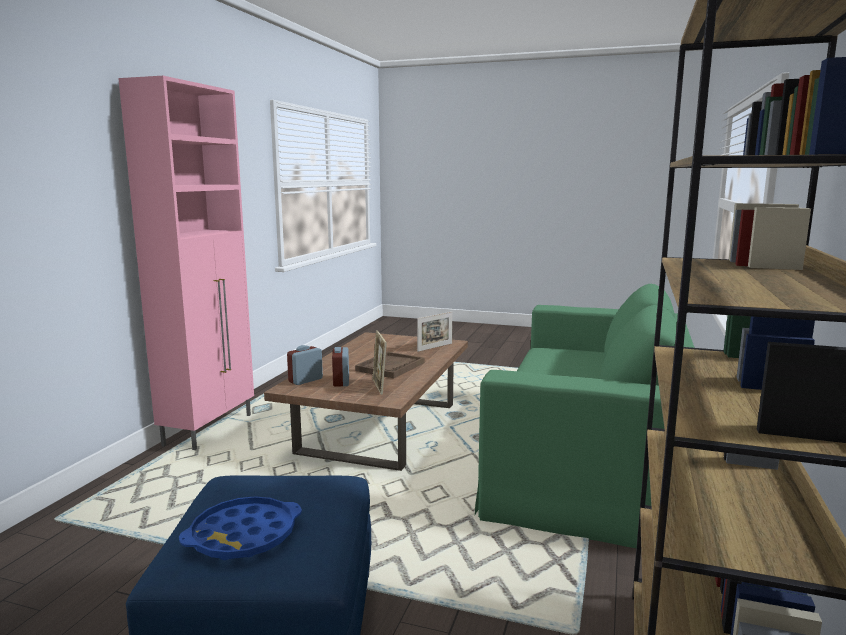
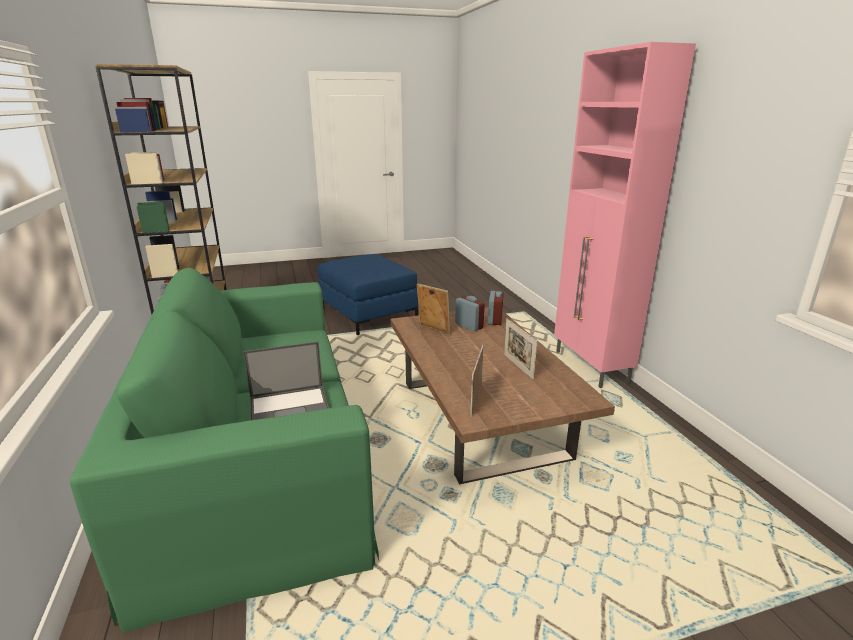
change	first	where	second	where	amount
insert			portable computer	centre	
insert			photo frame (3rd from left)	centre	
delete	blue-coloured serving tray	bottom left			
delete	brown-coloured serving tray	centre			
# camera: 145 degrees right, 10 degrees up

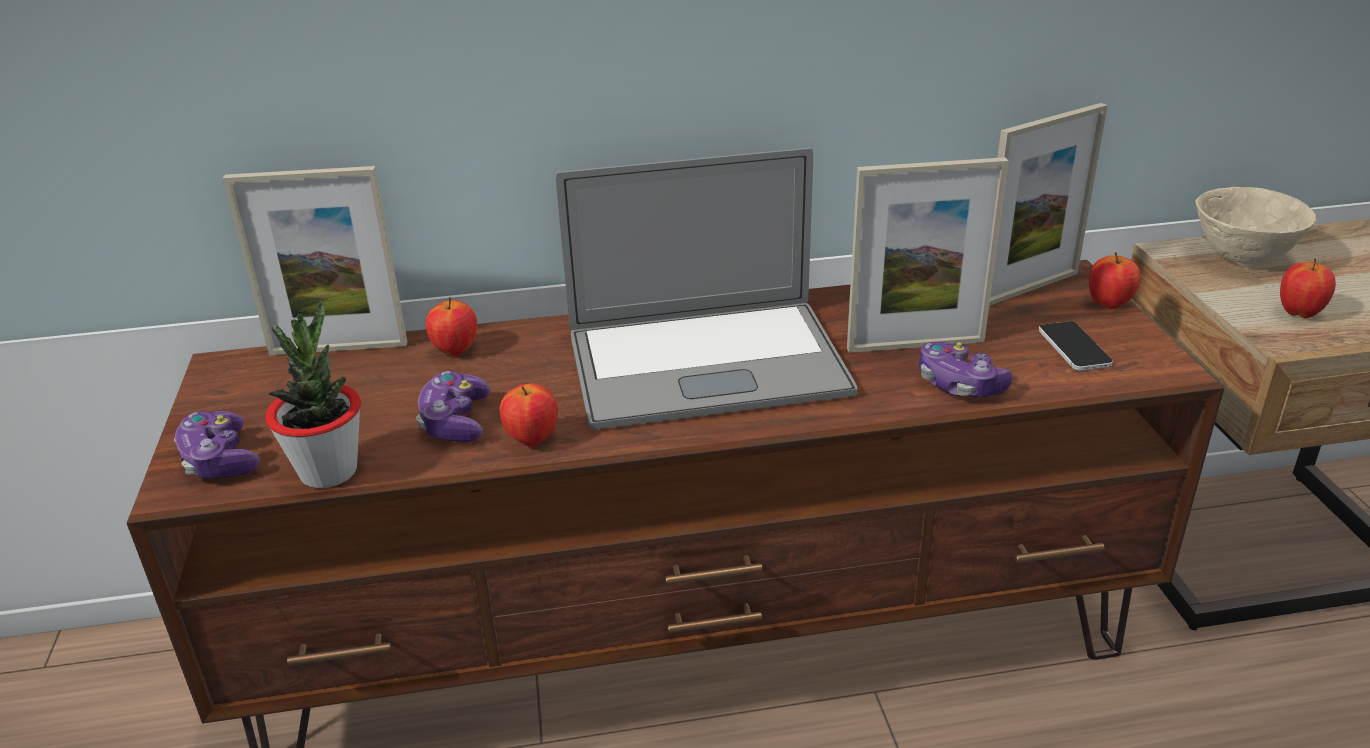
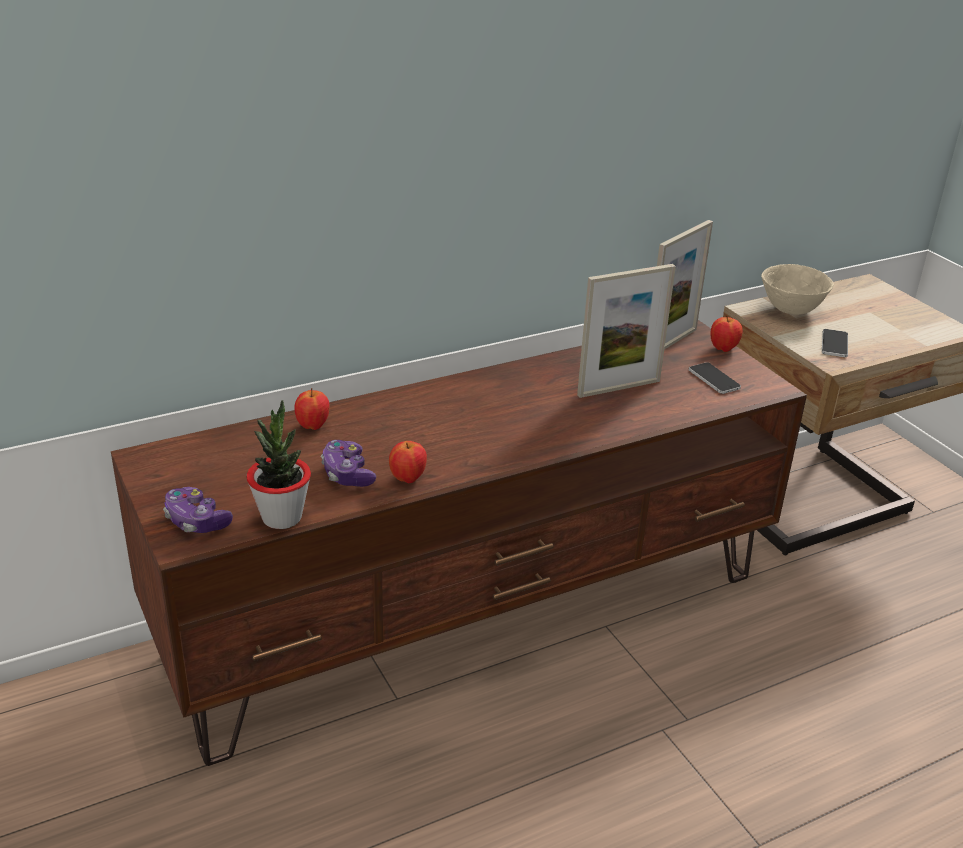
change	first	where	second	where	amount
replace	whole apple (4th from left)	middle right	telephone (2nd from left)	middle right	
delete	photo frame (1st from left)	middle left			
delete	portable computer	centre			
delete	game controller (3rd from left)	middle right			
# camera: 20 degrees left, 0 degrees up

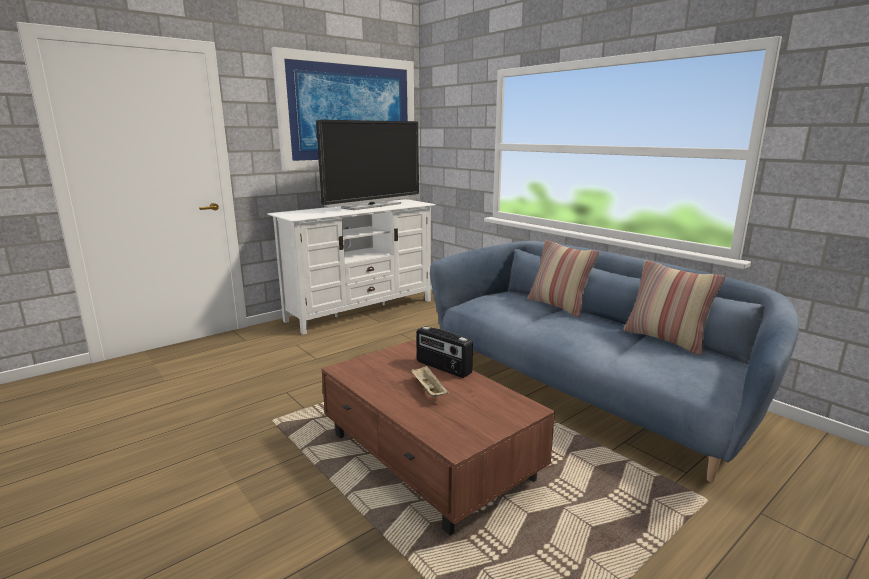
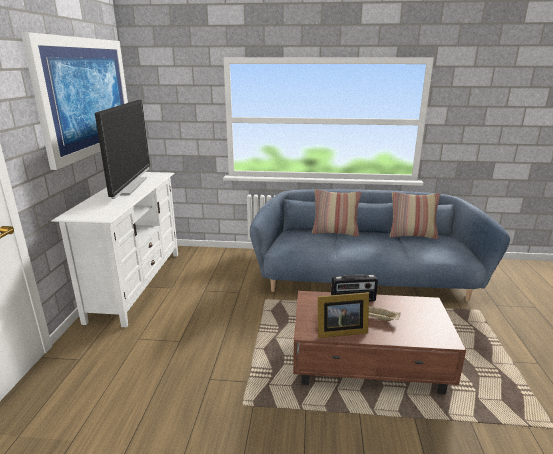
change	first	where	second	where	amount
insert			photo frame	bottom centre	
# camera: 45 degrees left, 5 degrees up

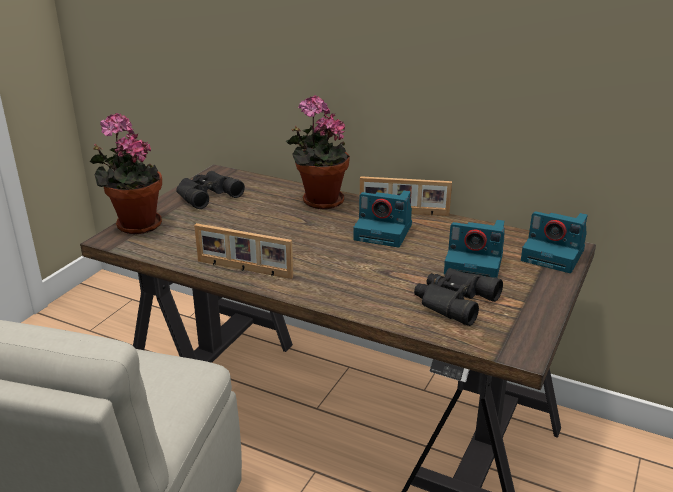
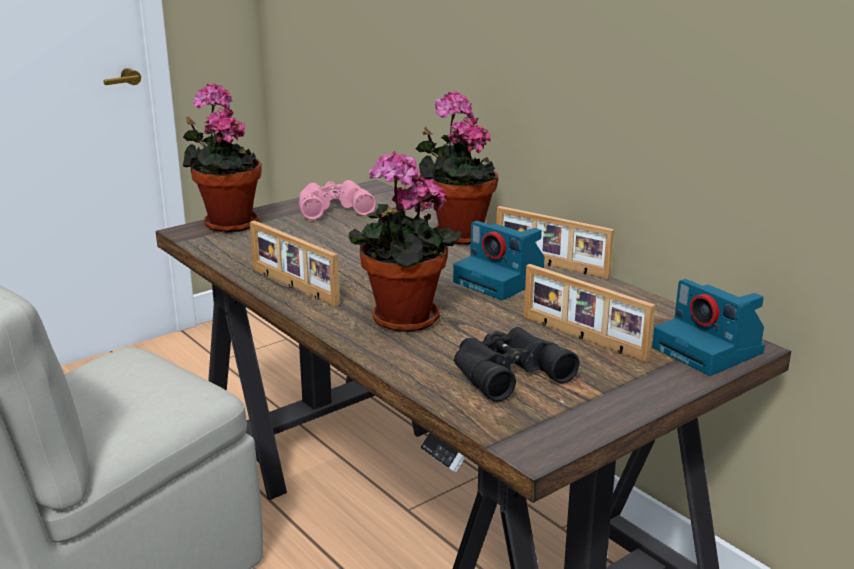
change	first	where	second	where	amount
recolor	black field glasses (1st from left)	middle left	pink-coloured field glasses	centre	
insert			houseplant (2nd from left)	centre	
replace	still camera (2nd from left)	middle right	photo frame (3rd from left)	middle right	
# camera: 25 degrees right, 5 degrees down

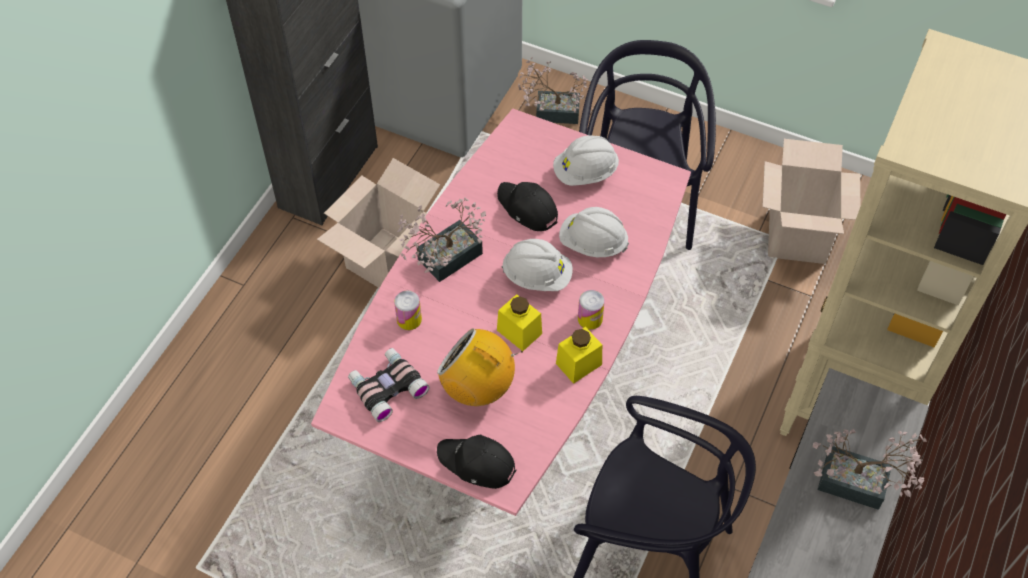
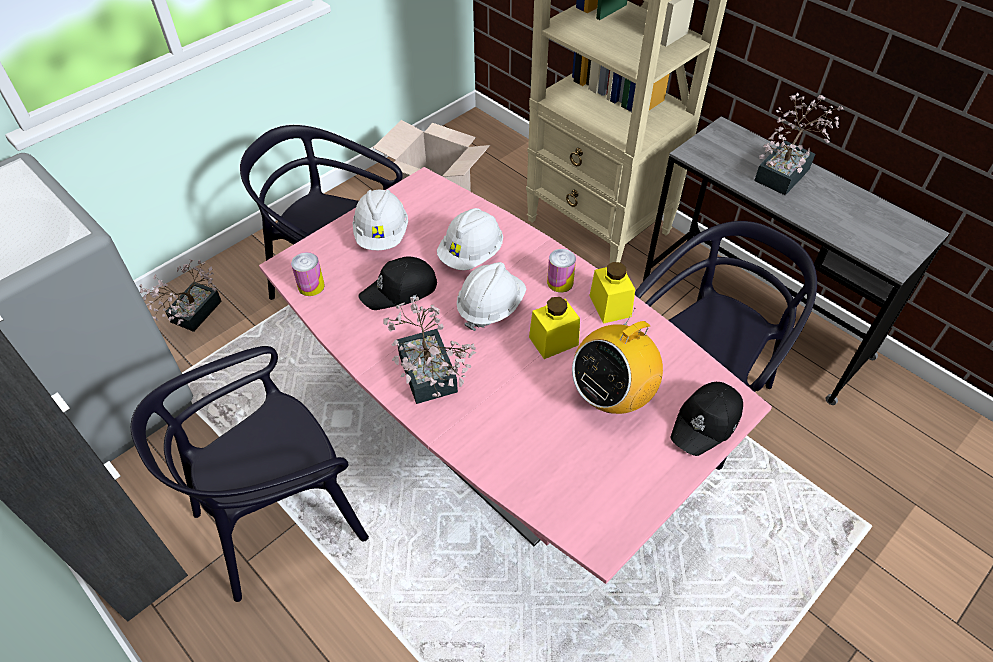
change	first	where	second	where	amount
replace	cardboard box (1st from left)	centre	black plain chair (1st from left)	bottom left	
move	sealed can (1st from left)	centre		middle left	
delete	field glasses	centre			
# camera: 70 degrees left, 5 degrees down

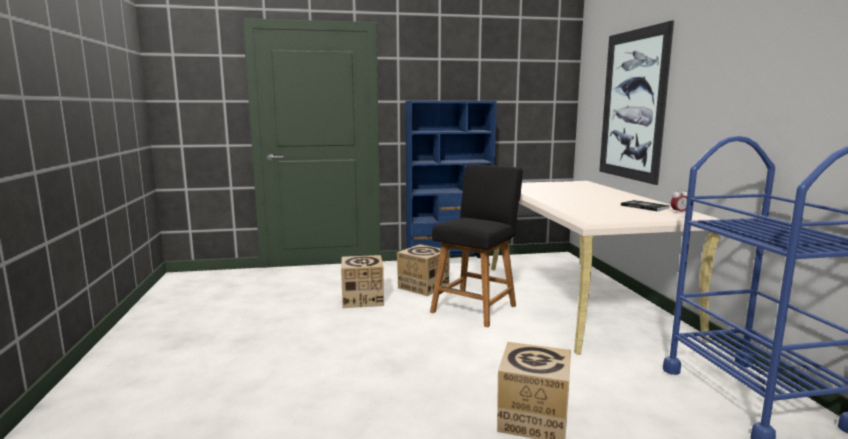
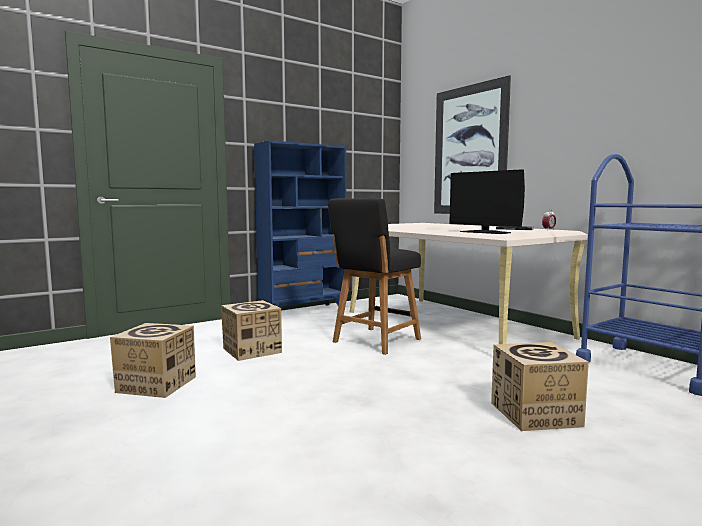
change	first	where	second	where	amount
move	cardboard box (2nd from left in the first image)	centre	cardboard box (1st from left)	bottom left	
rotate	black plain chair	centre		centre	150 degrees counterclockwise
insert			monitor	middle right	
# camera: 25 degrees left, 5 degrees down

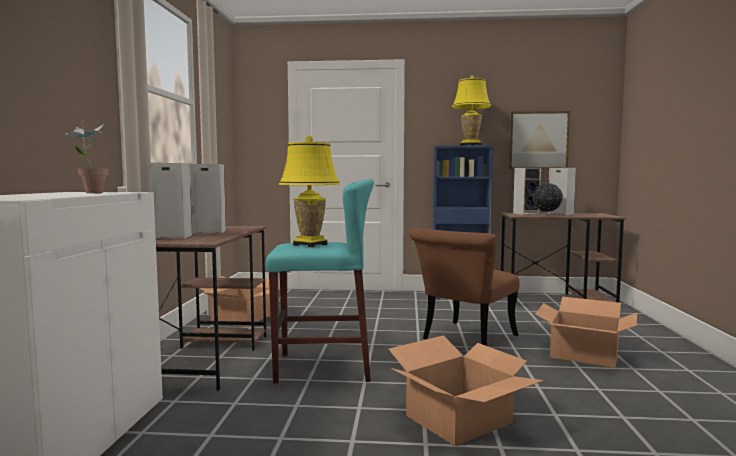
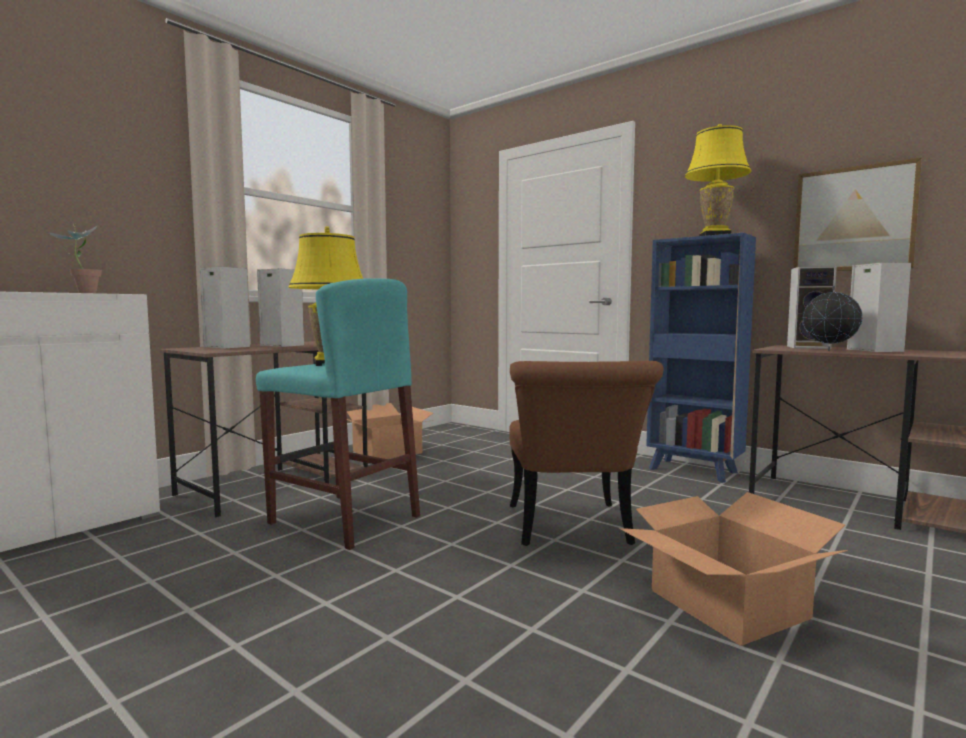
change	first	where	second	where	amount
rotate	brown-coloured plain chair	centre		centre	75 degrees counterclockwise
delete	cardboard box (2nd from left)	bottom centre			
# camera: 35 degrees right, 0 degrees up

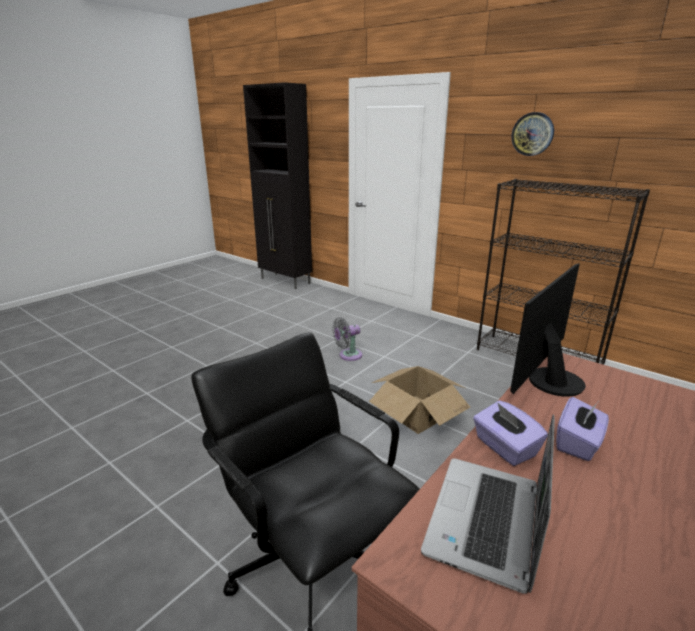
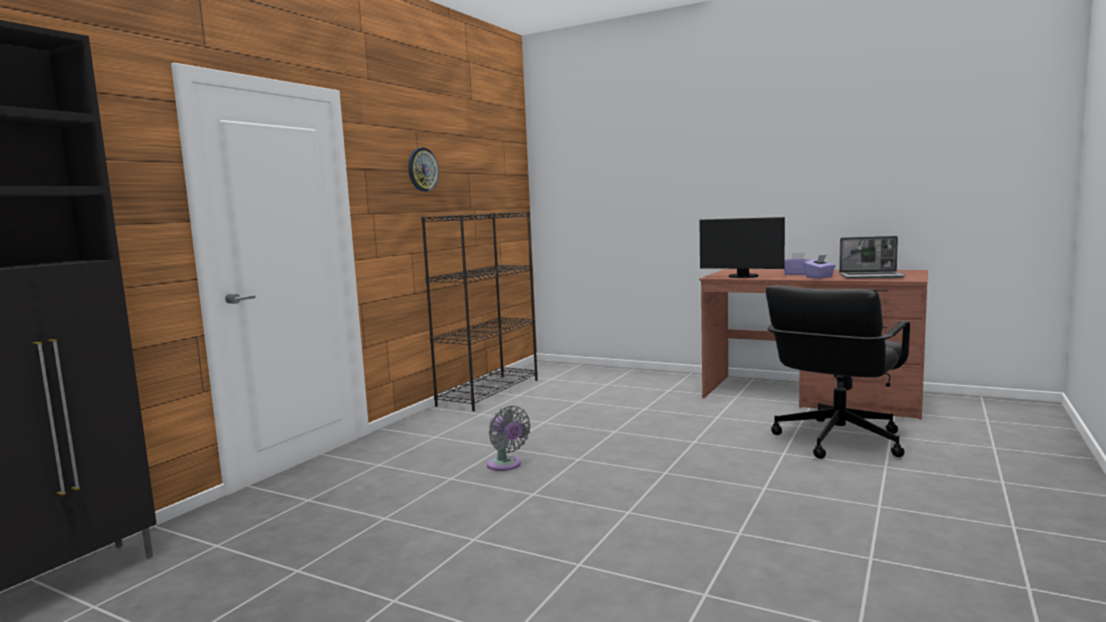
change	first	where	second	where	amount
delete	cardboard box	centre			
# camera: 100 degrees left, 15 degrees down

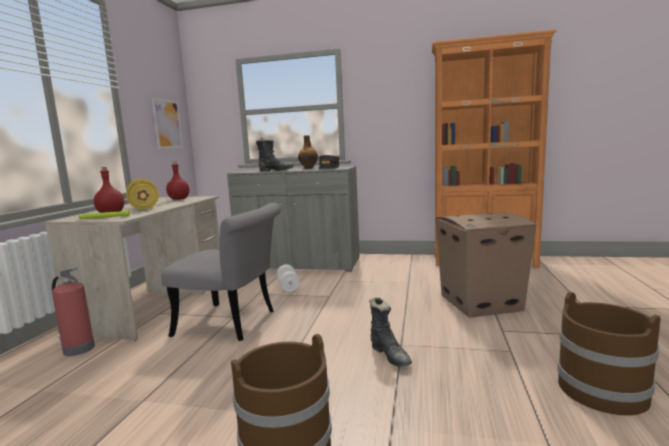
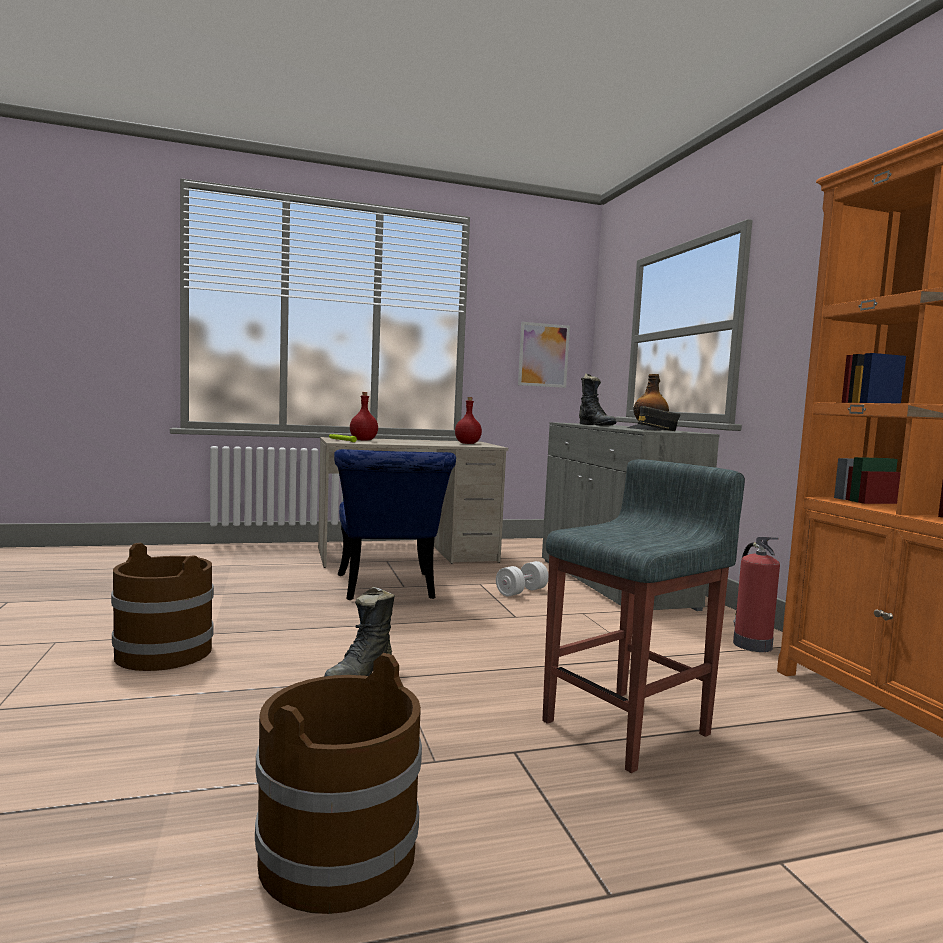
change	first	where	second	where	amount
recolor	greyish plain chair	middle left	blue-coloured plain chair	centre	
replace	cardboard box	middle right	greyish stool	middle right	
move	extinguisher	bottom left		middle right	
delete	yellow-coloured free weight	middle left			
# camera: 60 degrees right, 5 degrees down

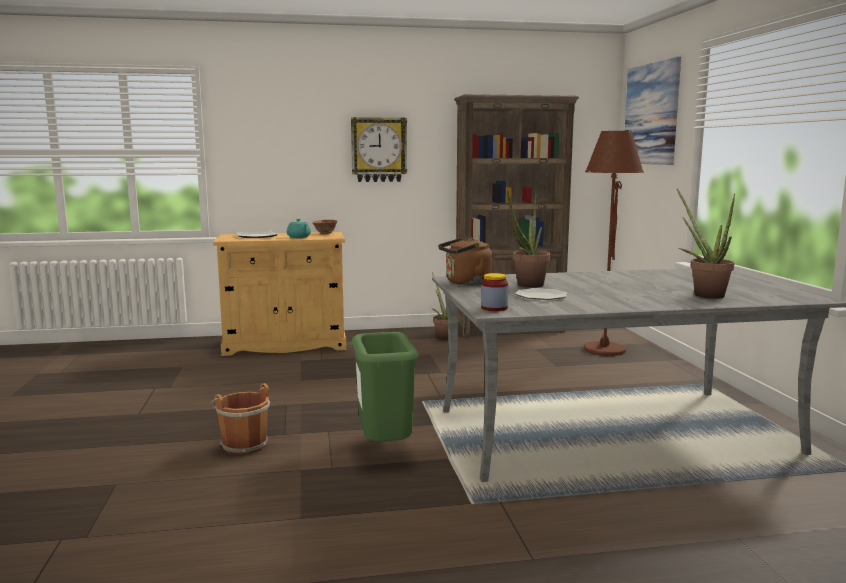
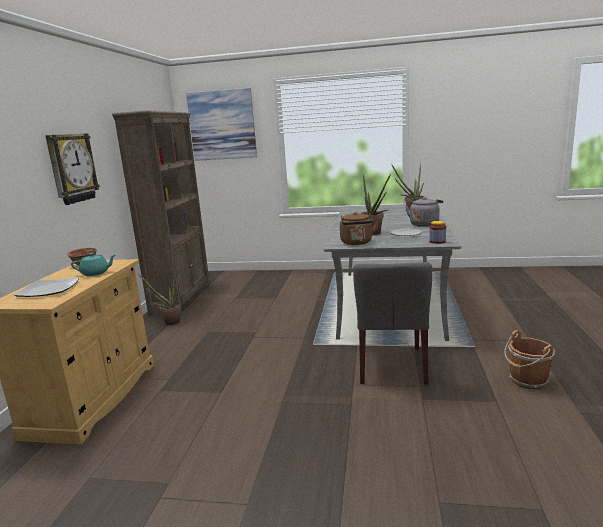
change	first	where	second	where	amount
replace	greenish waste bin	centre	greyish plain chair	centre	
insert			greyish water kettle	middle right	
move	brown-coloured bucket	bottom left		bottom right	
delete	brown-coloured floor lamp	middle right			
# camera: 70 degrees left, 5 degrees up

